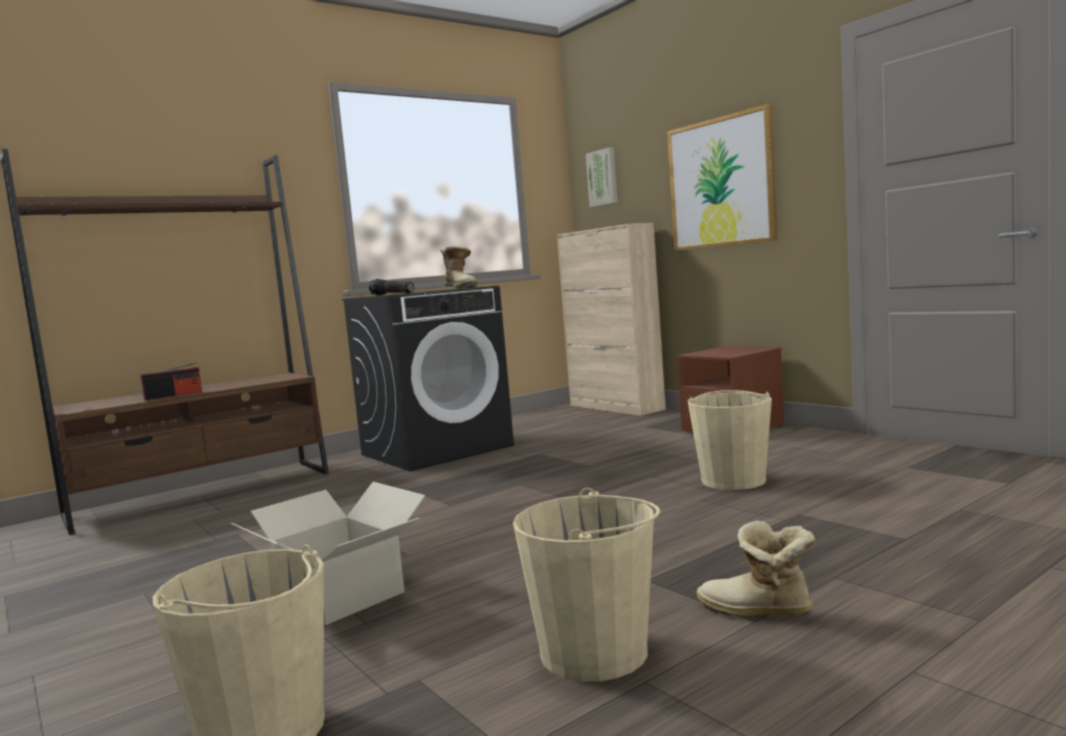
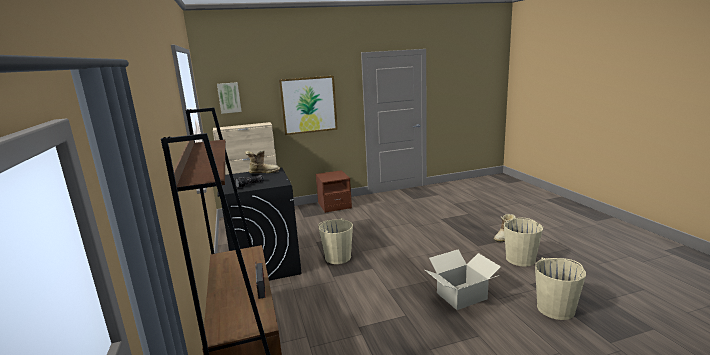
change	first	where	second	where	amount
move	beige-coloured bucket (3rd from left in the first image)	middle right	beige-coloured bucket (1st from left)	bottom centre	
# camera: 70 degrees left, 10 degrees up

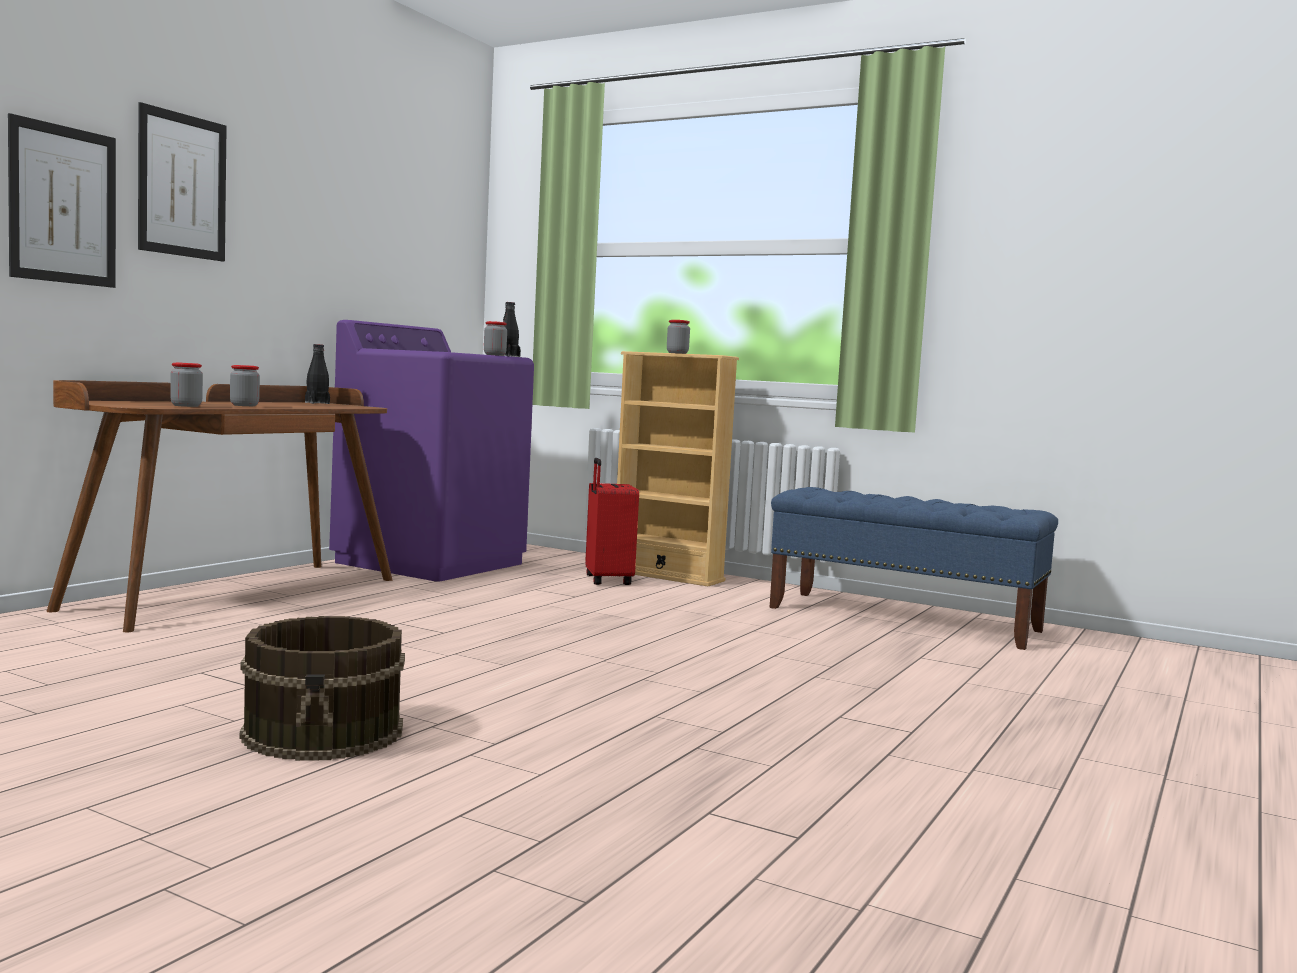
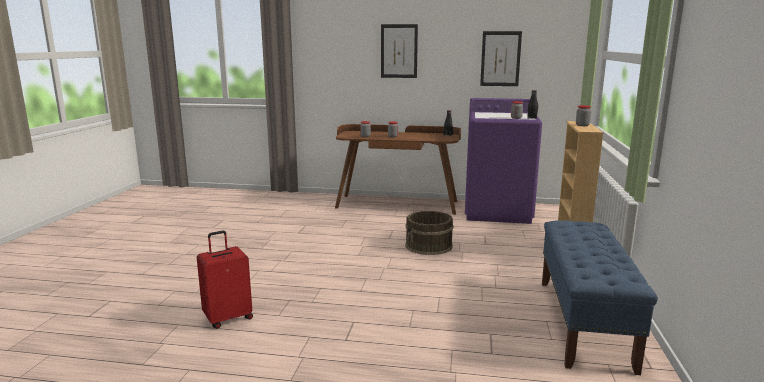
change	first	where	second	where	amount
move	red travel case	centre		bottom left	
move	brown-coloured bucket	bottom left		centre	
move	picture (1st from left in the first image)	top left	picture (2nd from left)	top centre	
# camera: 70 degrees right, 10 degrees up

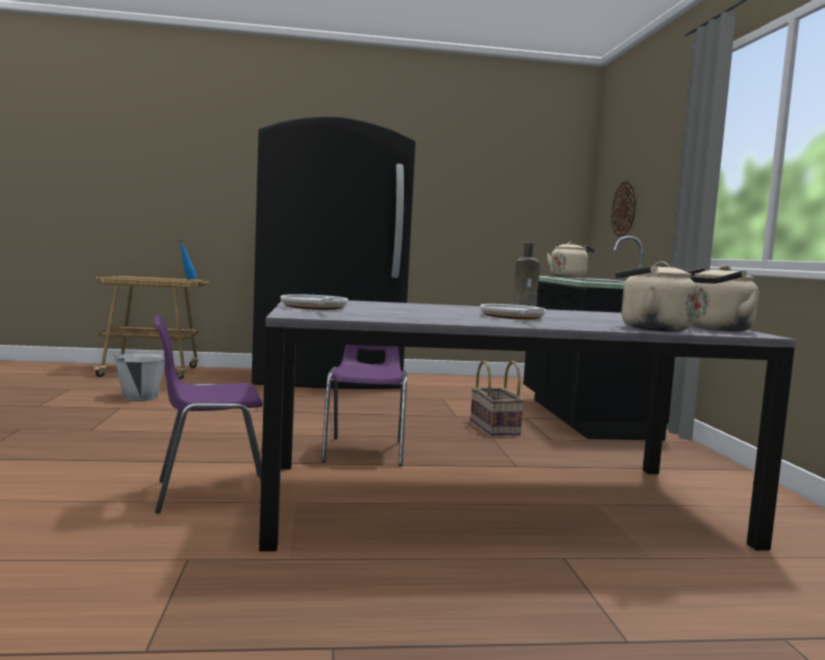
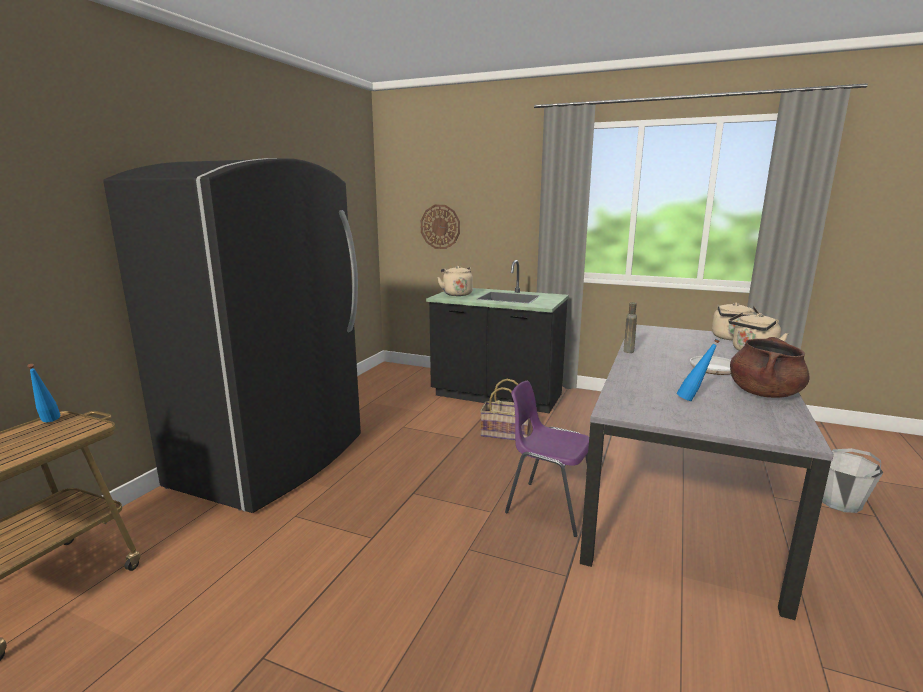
change	first	where	second	where	amount
insert			blue-coloured bottle (2nd from left)	middle right	
insert			brown-coloured saucepot	middle right	
move	greyish bucket	middle left		bottom right	
delete	purple plain chair (1st from left)	middle left			
delete	frying pan (1st from left)	centre			
# camera: 60 degrees left, 10 degrees up

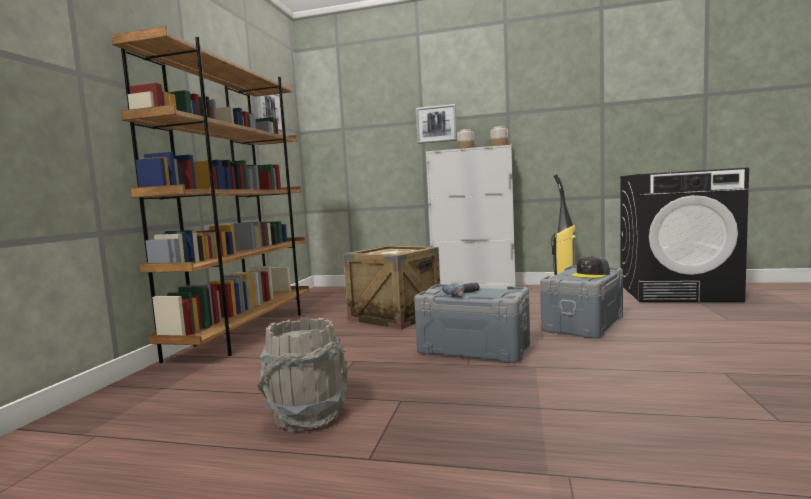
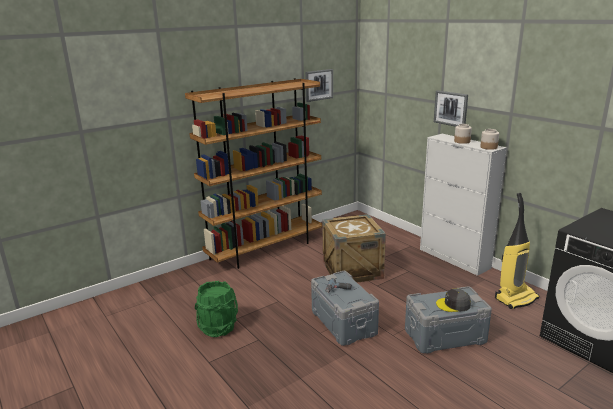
change	first	where	second	where	amount
recolor	greyish bucket	bottom centre	greenish bucket	bottom centre	
# camera: 40 degrees right, 15 degrees up

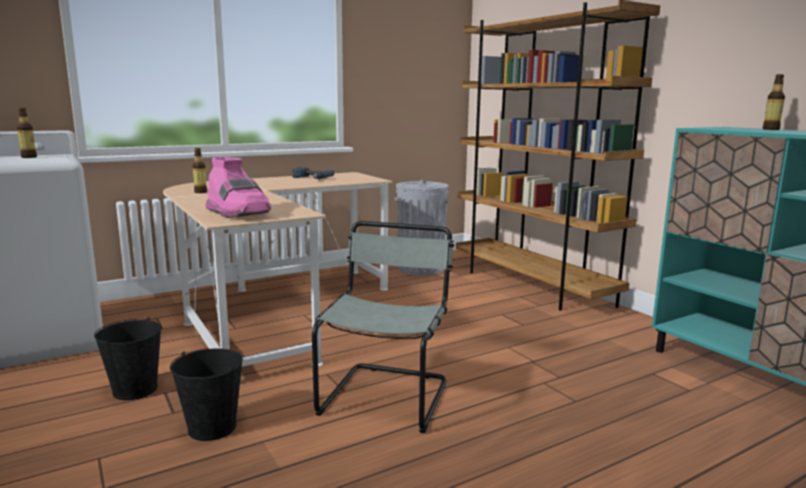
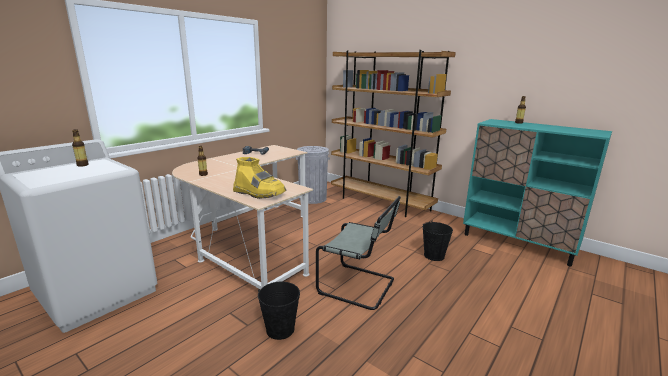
change	first	where	second	where	amount
recolor	pink-coloured high-top boot	middle left	yellow-coloured high-top boot	centre	
rotate	greyish plain chair	bottom centre		bottom centre	120 degrees clockwise
move	black bucket (1st from left in the first image)	bottom left	black bucket (2nd from left)	centre	
# camera: 20 degrees left, 5 degrees up

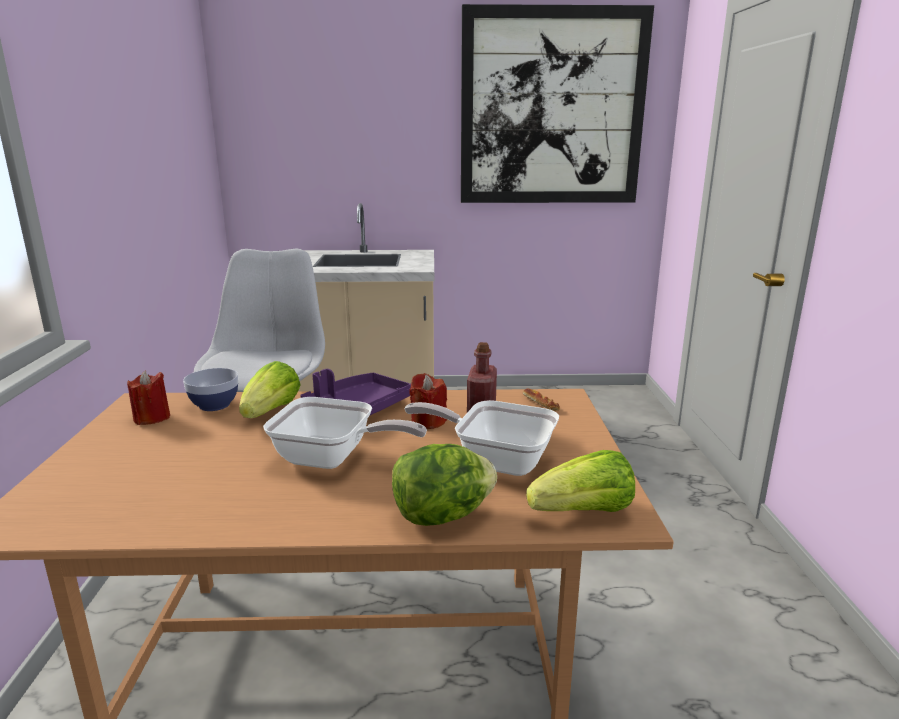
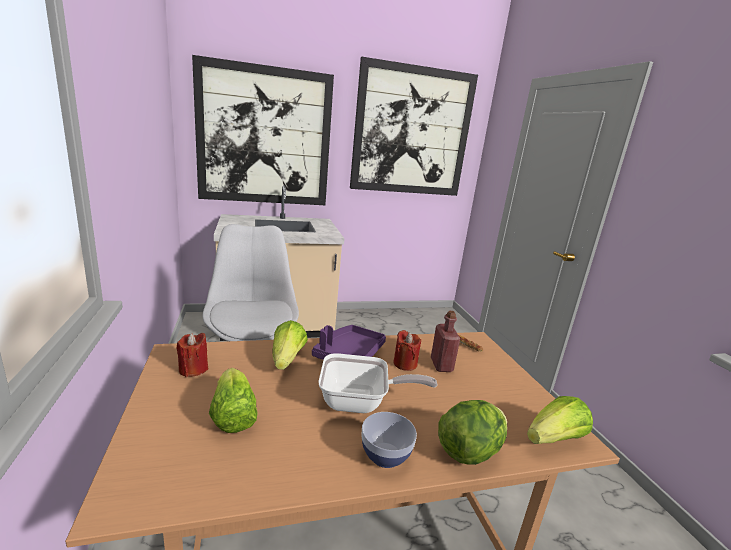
change	first	where	second	where	amount
insert			picture (1st from left)	top centre	
insert			lettuce (1st from left)	bottom left	
move	deep dish	middle left		bottom centre	
delete	frying pan (2nd from left)	centre			
# camera: 15 degrees left, 0 degrees up

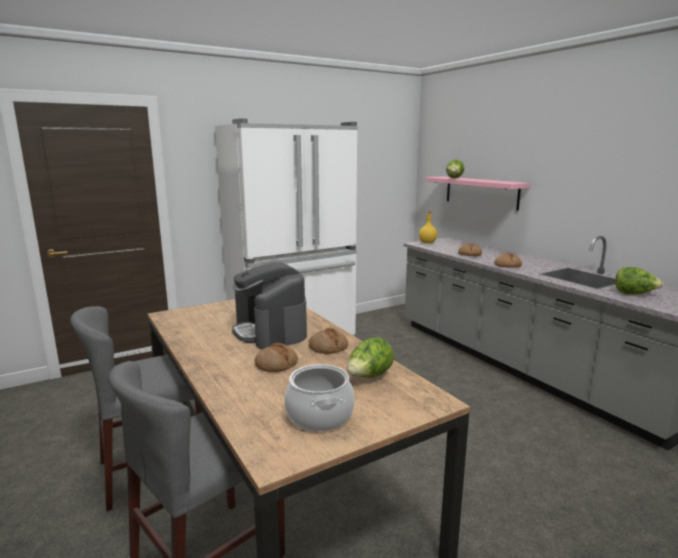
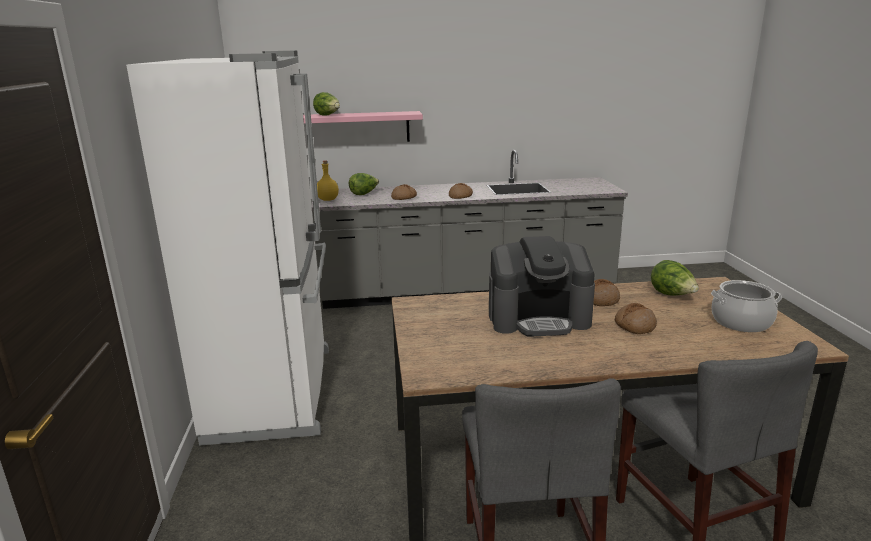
change	first	where	second	where	amount
move	lettuce (3rd from left in the first image)	middle right	lettuce (2nd from left)	centre	
# camera: 65 degrees left, 5 degrees up

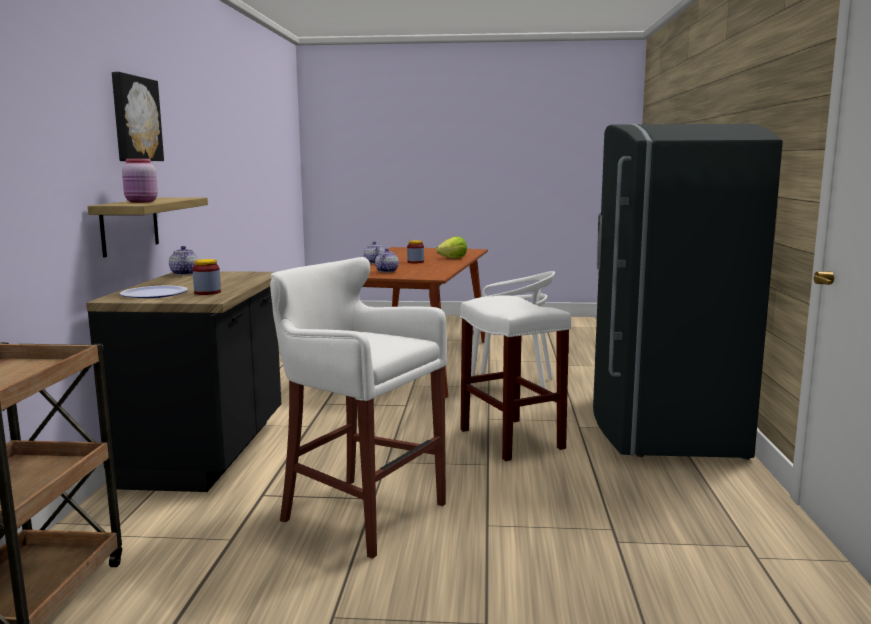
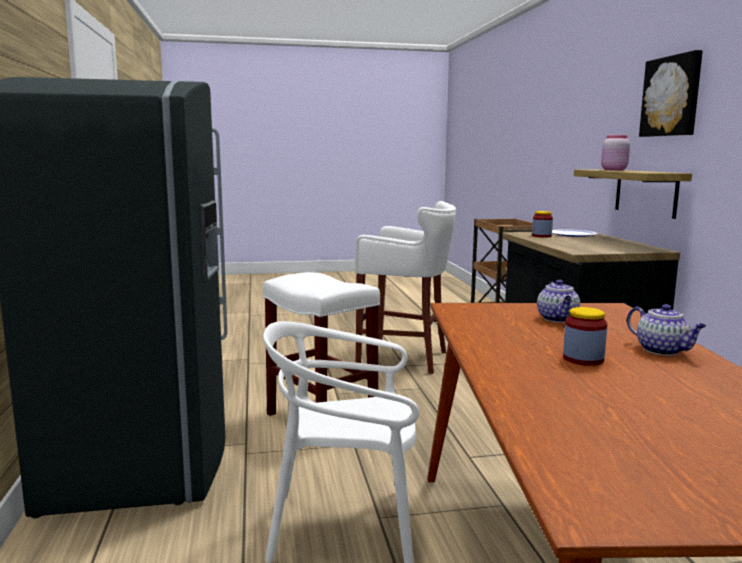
change	first	where	second	where	amount
delete	tea pot (1st from left)	middle left			
delete	lettuce	centre			
# camera: 165 degrees right, 0 degrees up

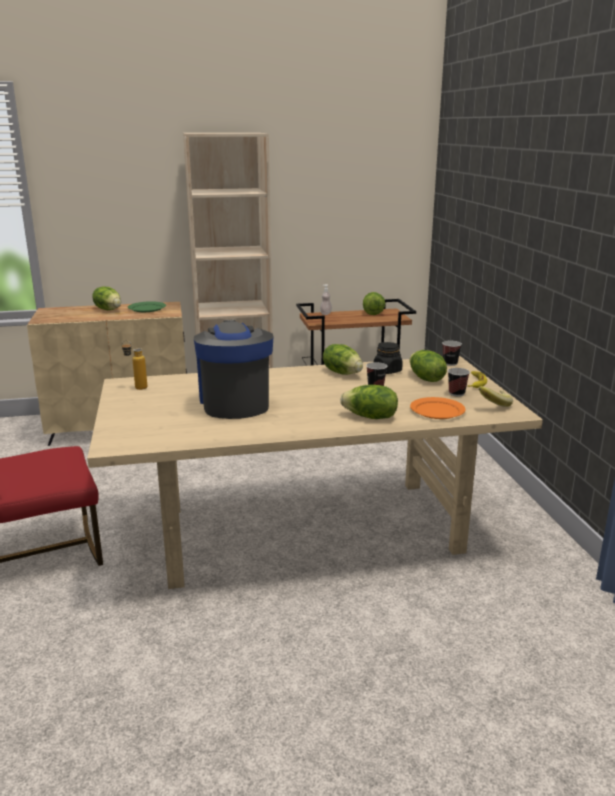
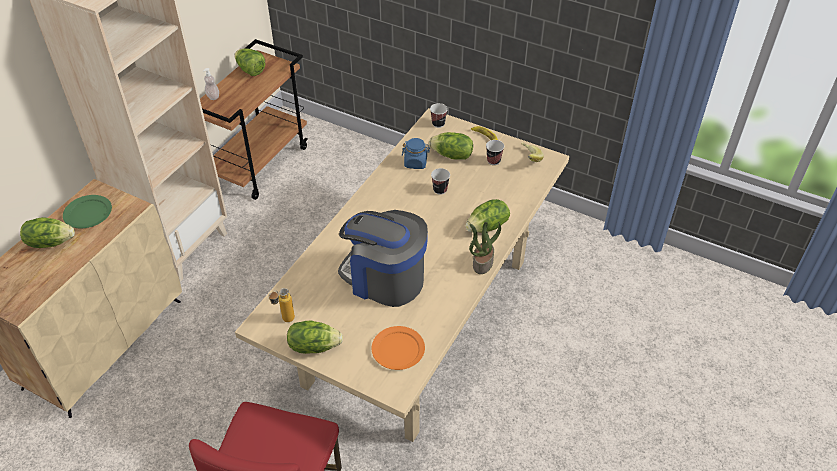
change	first	where	second	where	amount
move	lettuce (2nd from left in the first image)	centre	lettuce (3rd from left)	bottom centre	
move	orange-coloured flat dish	middle right		bottom centre	
recolor	black storage jar	centre	blue-coloured storage jar	top centre	
insert			houseplant	centre	
# camera: 50 degrees left, 25 degrees up

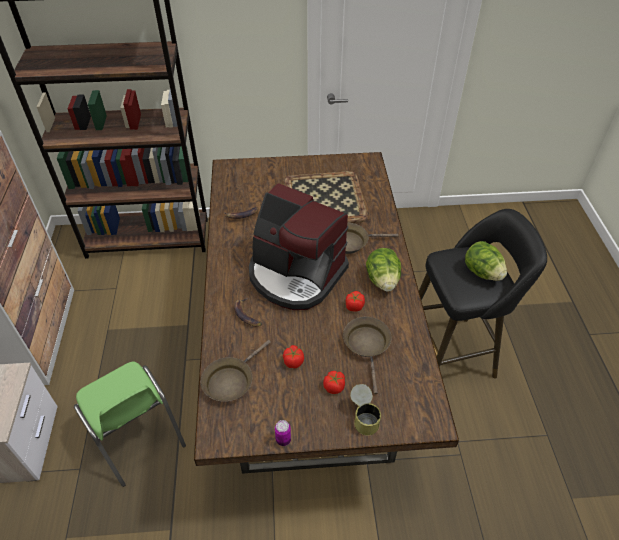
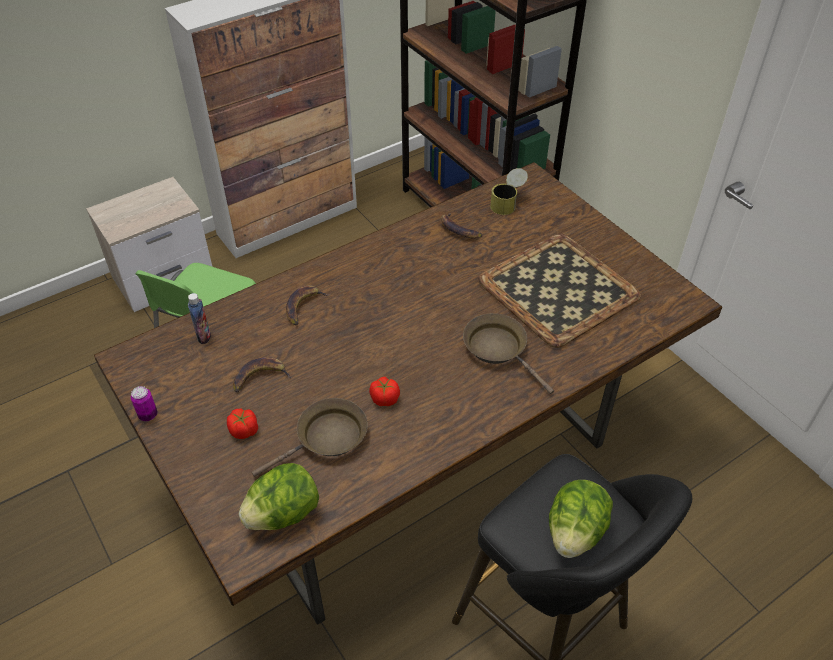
change	first	where	second	where	amount
replace	brown-coloured frying pan (1st from left)	bottom centre	bottle	middle left	
replace	whole tomato (1st from left)	centre	whole banana (1st from left)	middle left	
move	lettuce (1st from left)	centre		bottom centre	
move	sealed can (2nd from left)	bottom centre		top centre	
delete	coffee brewer	centre			
# camera: 60 degrees right, 0 degrees up

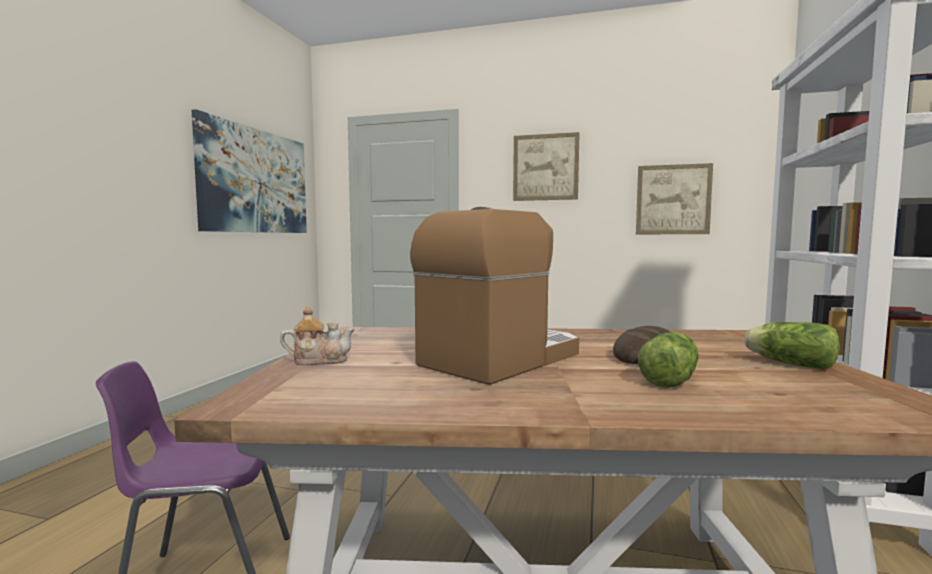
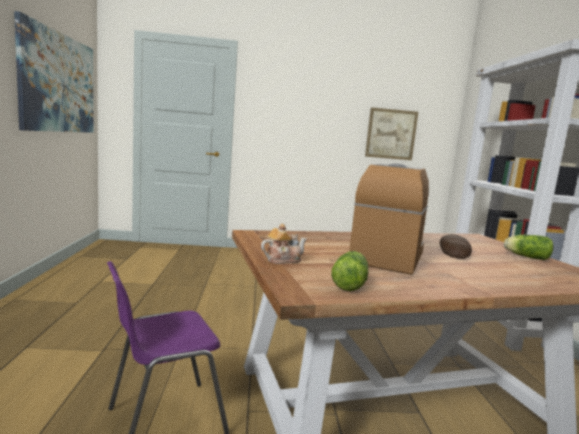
change	first	where	second	where	amount
move	lettuce (1st from left)	middle right		centre	
delete	picture (2nd from left)	top centre			
# camera: 20 degrees left, 5 degrees up

